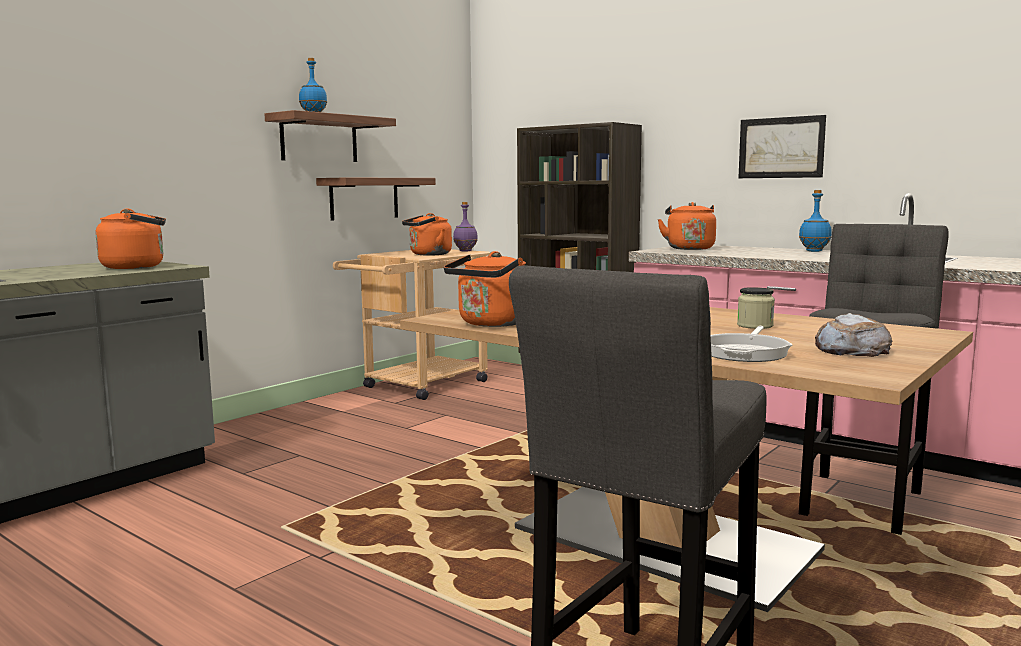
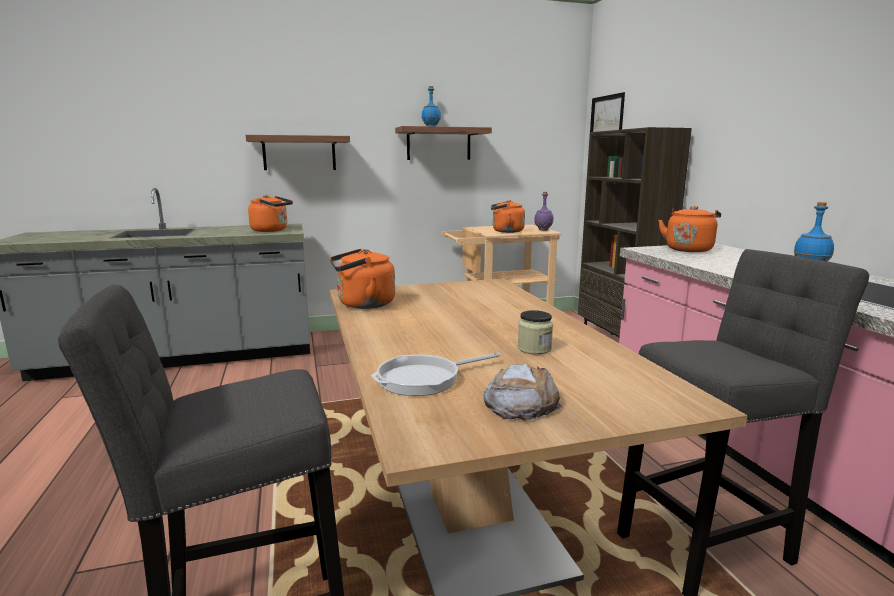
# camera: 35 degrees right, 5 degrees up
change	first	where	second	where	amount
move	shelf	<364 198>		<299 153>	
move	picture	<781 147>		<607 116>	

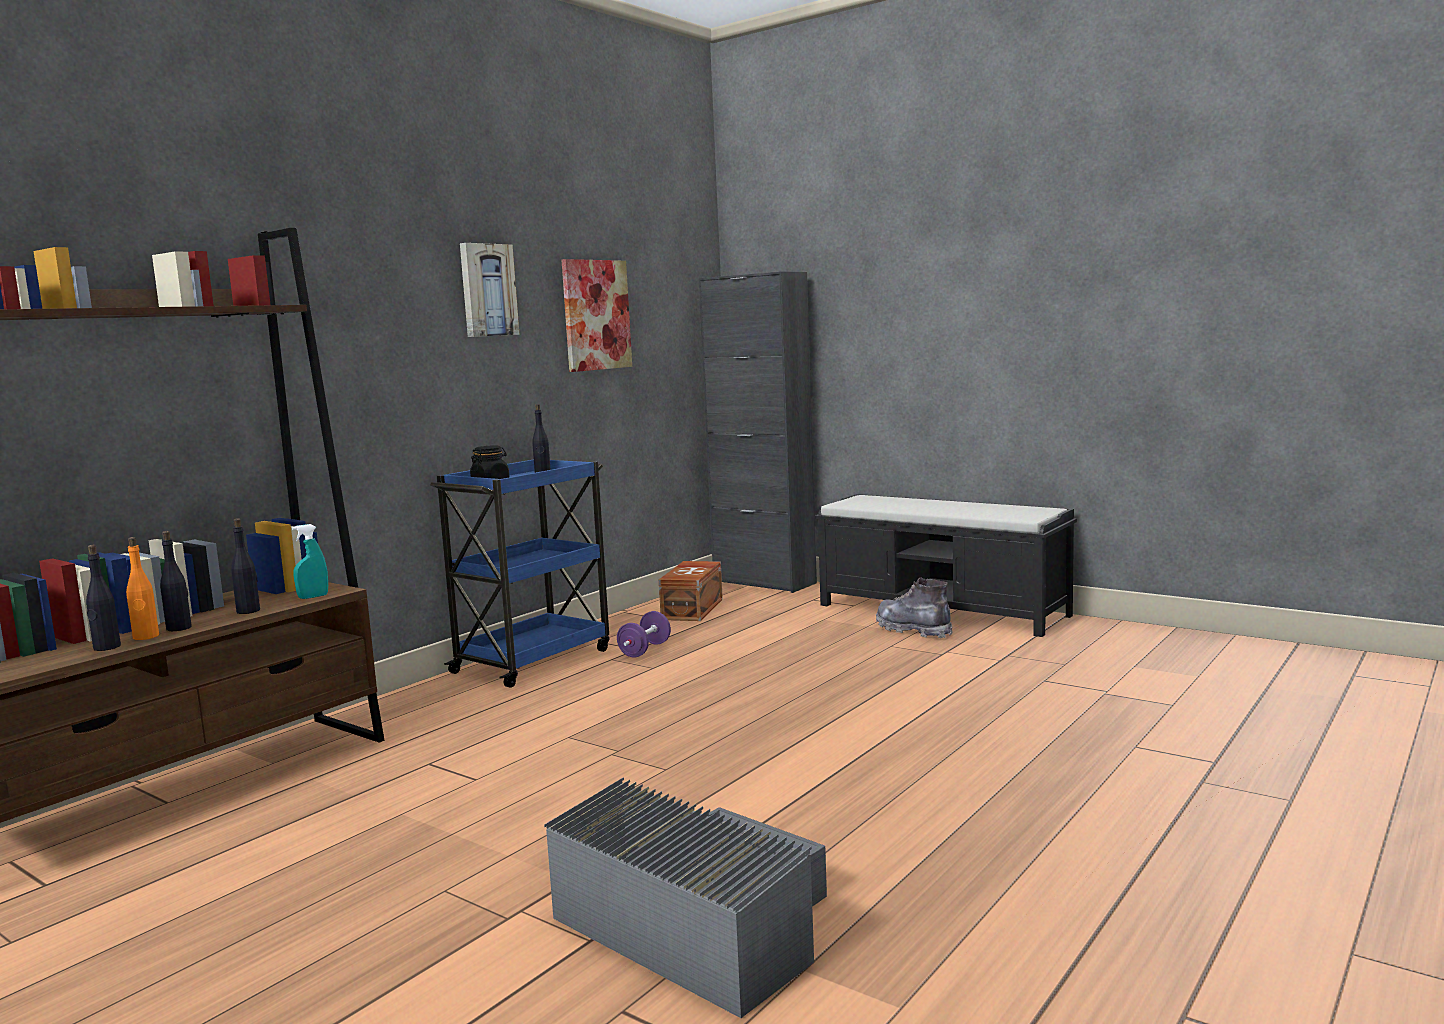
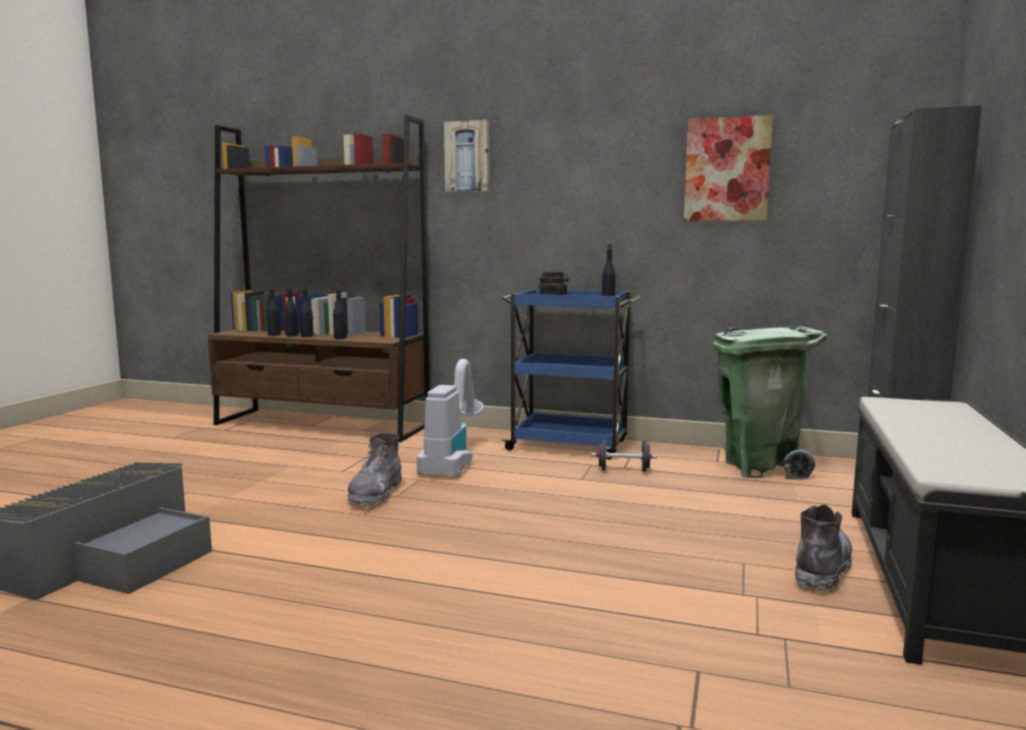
# camera: 70 degrees right, 0 degrees up
change	first	where	second	where	amount
recolor	bottle/orange	<146 637>	bottle/black	<291 335>	
insert			boot/grey	<375 495>	
insert			vacuum cleaner	<452 462>	
move	picture	<487 290>		<467 157>	
recolor	dumbbell/purple	<645 650>	dumbbell/black	<623 470>	
replace	storage box/brown	<694 609>	trash can/green	<760 468>	
delete	spray bottle/turquoise	<313 597>			

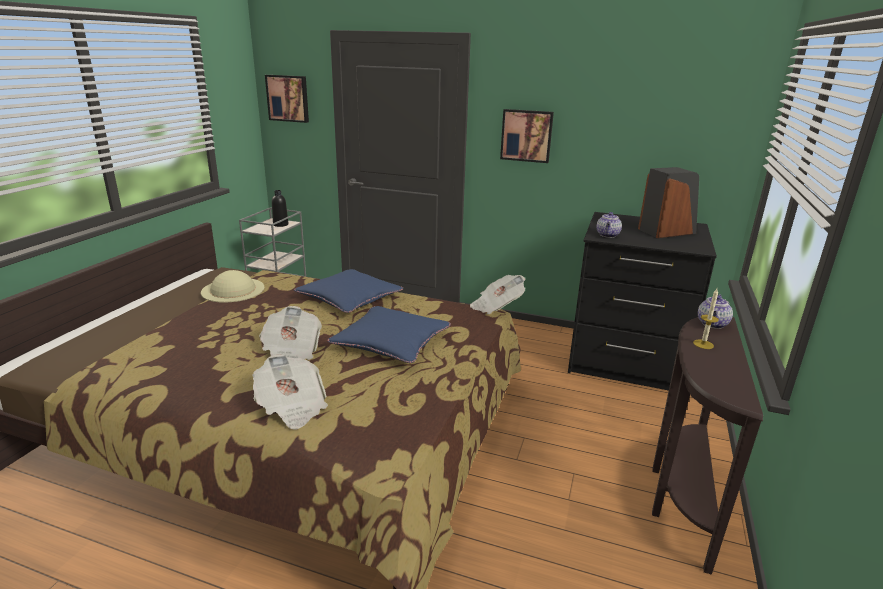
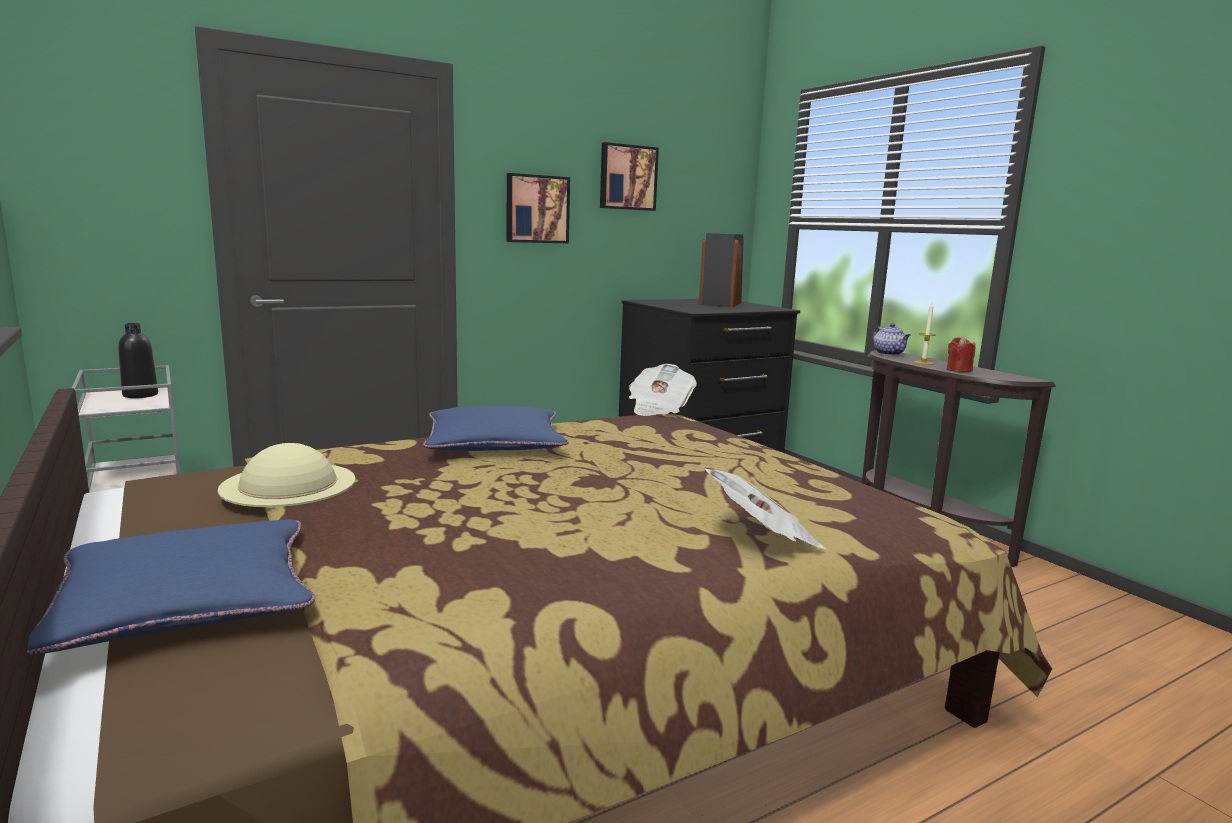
# camera: 50 degrees left, 10 degrees down
change	first	where	second	where	amount
move	pillow/blue	<391 342>		<187 601>	
move	picture	<288 98>		<627 177>	
insert			candle/red	<958 370>	
delete	newspaper	<291 352>			
delete	teapot	<608 235>			

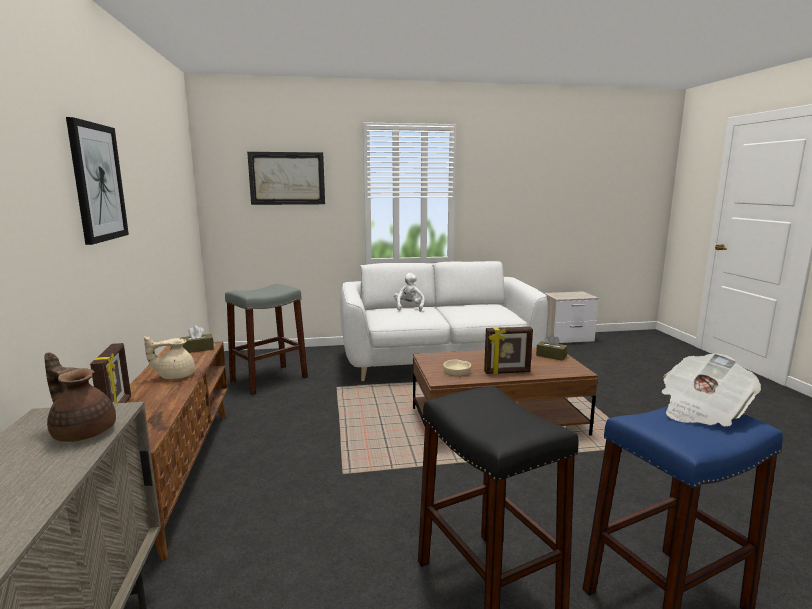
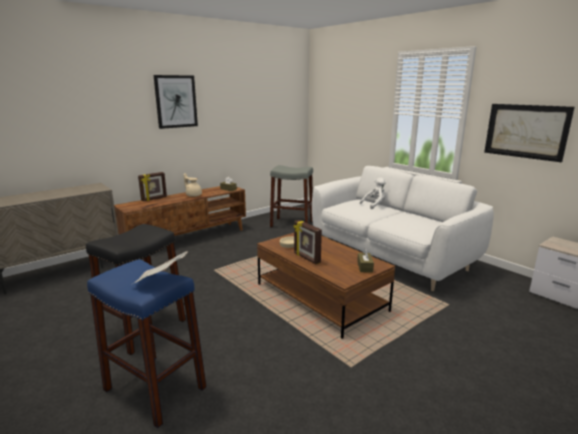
# camera: 60 degrees right, 5 degrees up
change	first	where	second	where	amount
move	picture	<287 178>		<526 131>	
delete	teapot/brown	<83 431>			

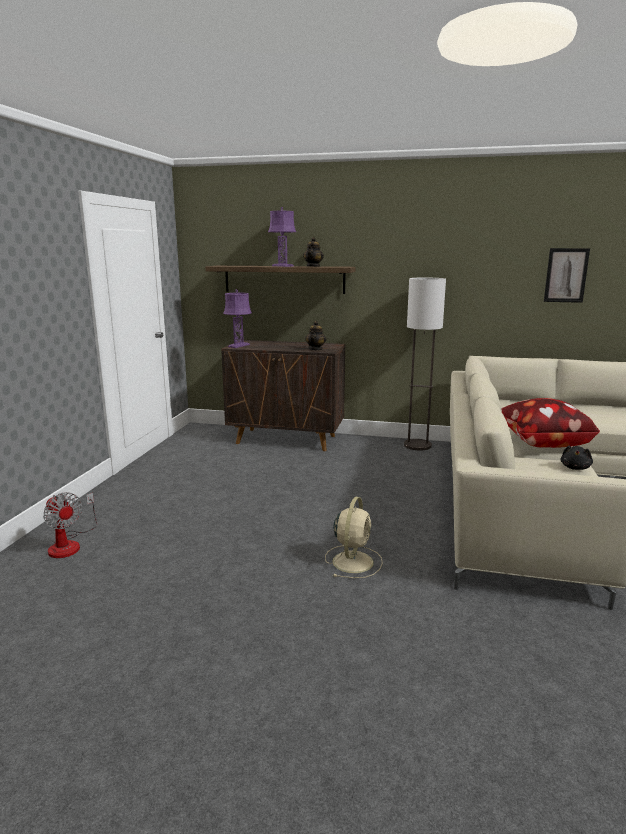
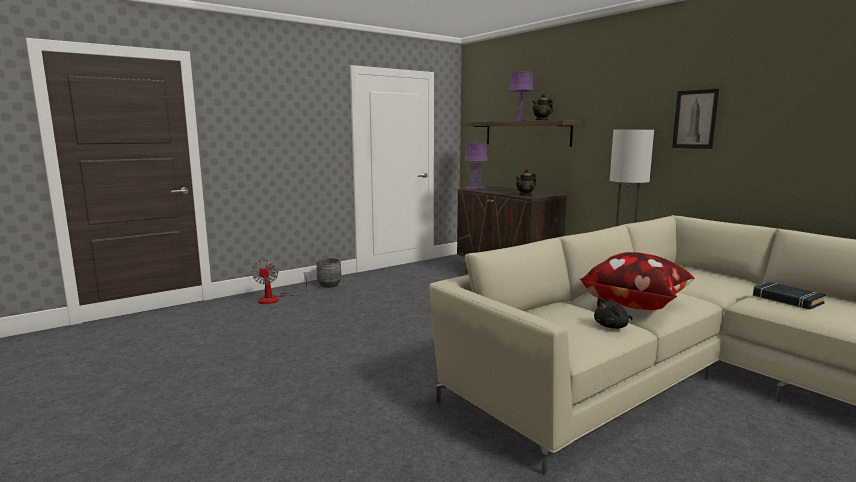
# camera: 40 degrees right, 5 degrees down
change	first	where	second	where	amount
insert			planter/grey	<329 285>	
move	picture	<566 275>		<695 119>	
insert			book/black	<787 299>	
delete	fan/beige	<353 561>			

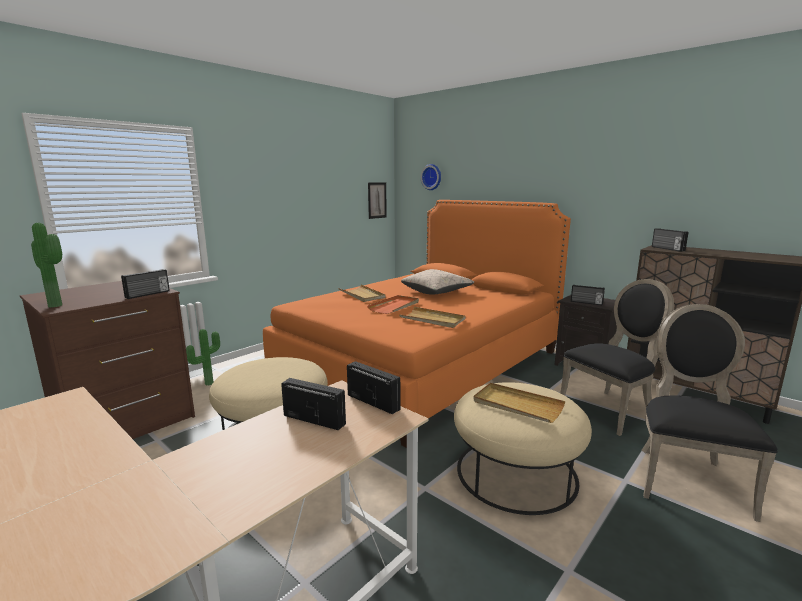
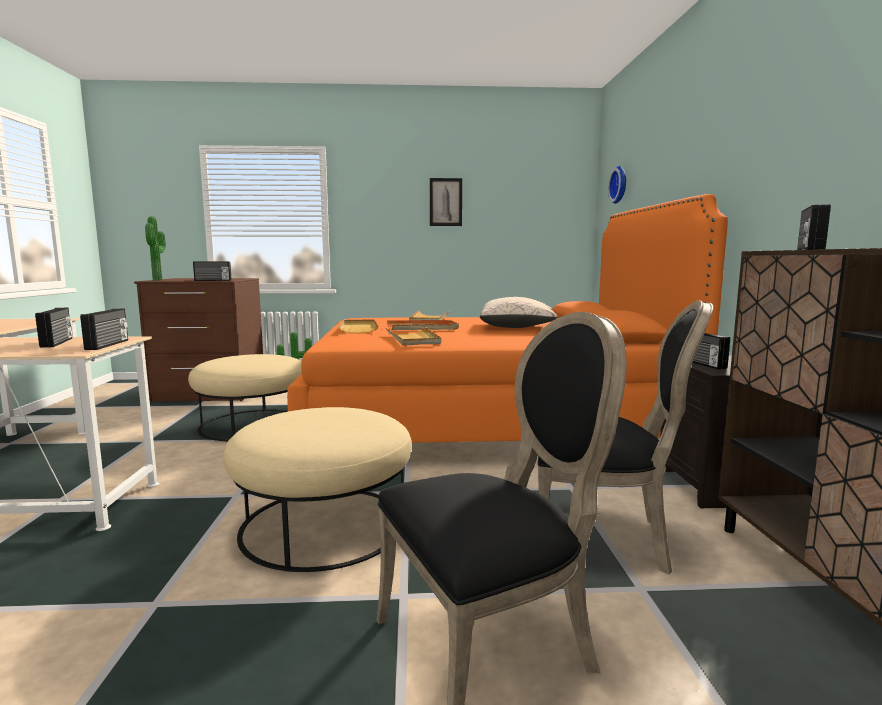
# camera: 45 degrees right, 5 degrees down
change	first	where	second	where	amount
move	tray/beige	<517 405>		<359 328>	
move	picture	<377 200>		<445 202>	

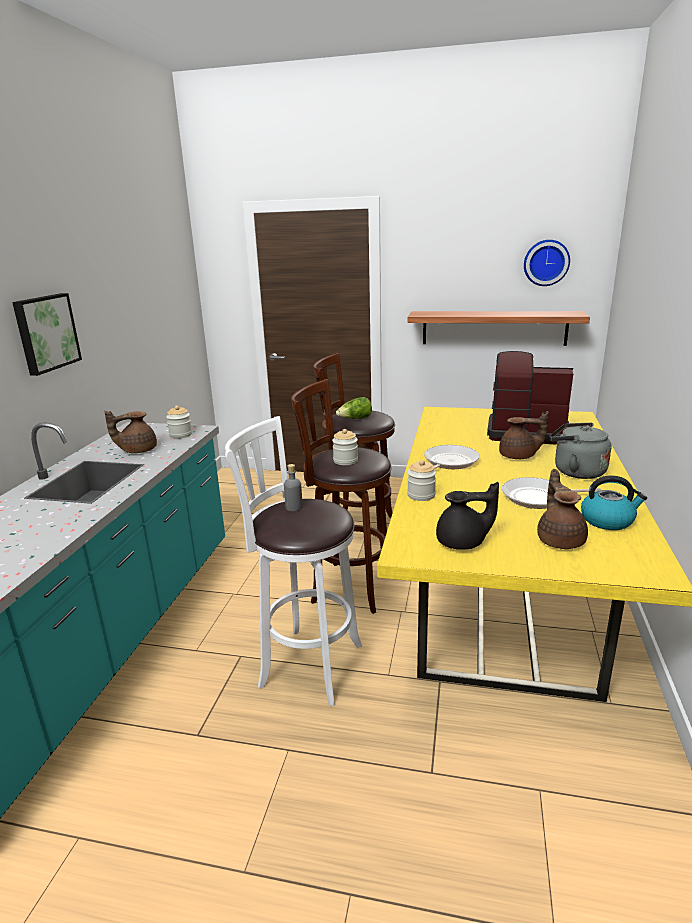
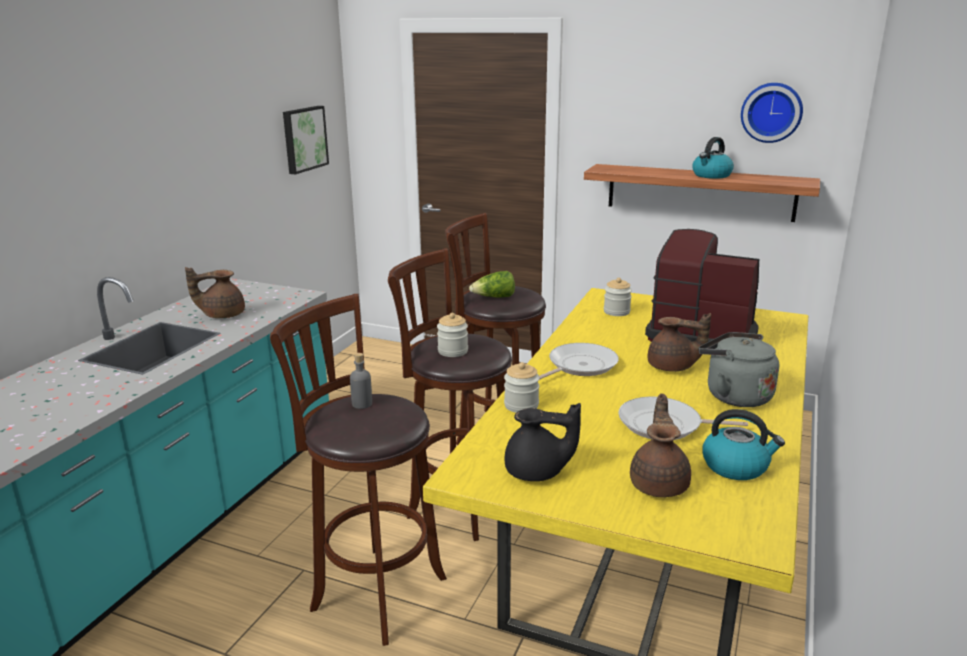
# camera: 10 degrees right, 0 degrees up
change	first	where	second	where	amount
recolor	stool/white	<306 664>	stool/brown	<373 590>	
move	picture	<45 333>		<303 139>	
move	jar	<181 435>		<616 312>	
insert			kettle	<711 175>	

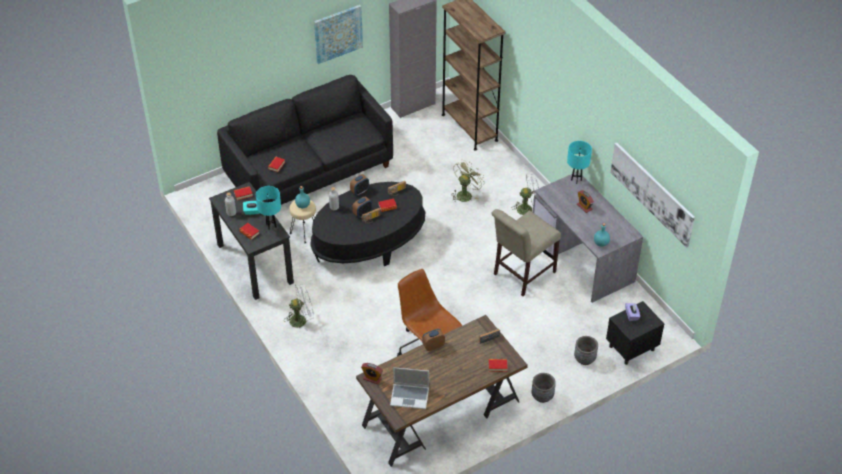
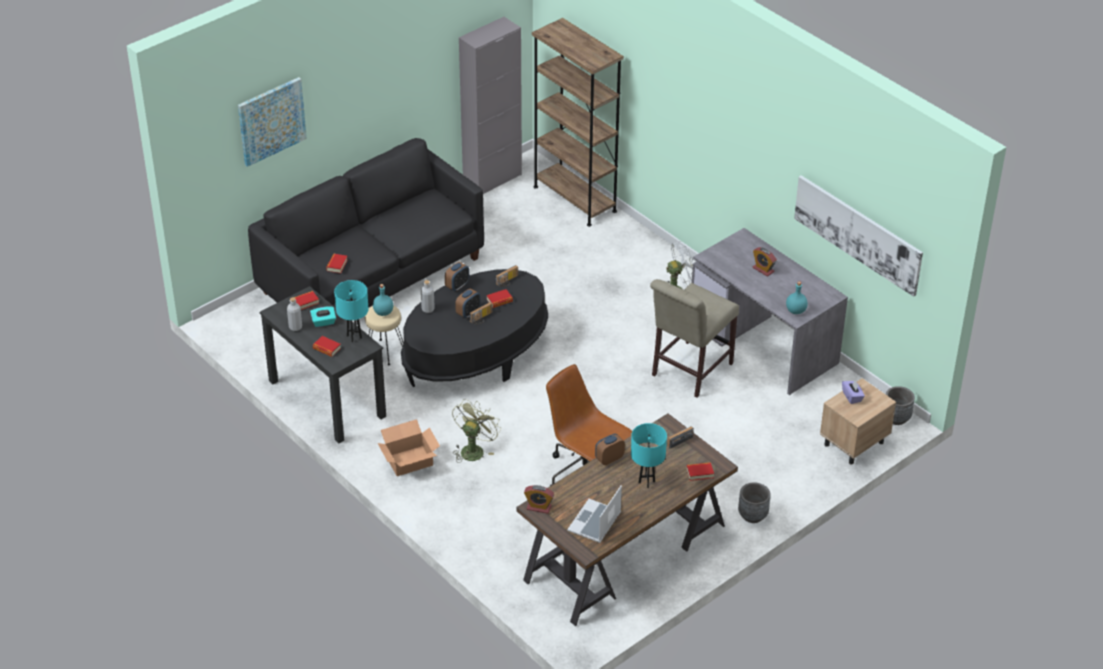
# camera: 10 degrees left, 5 degrees down
change	first	where	second	where	amount
move	picture	<338 33>		<271 121>	
replace	fan/white	<301 320>	cardboard box	<409 460>	
move	fan/green	<465 194>		<473 449>	
rotate	laptop	<410 396>		<595 523>	120 degrees clockwise
move	table lamp/turquoise	<576 180>		<646 482>	
recolor	nightstand/black	<631 348>	nightstand/beige	<853 444>	
move	planter/grey	<584 359>		<896 418>	

